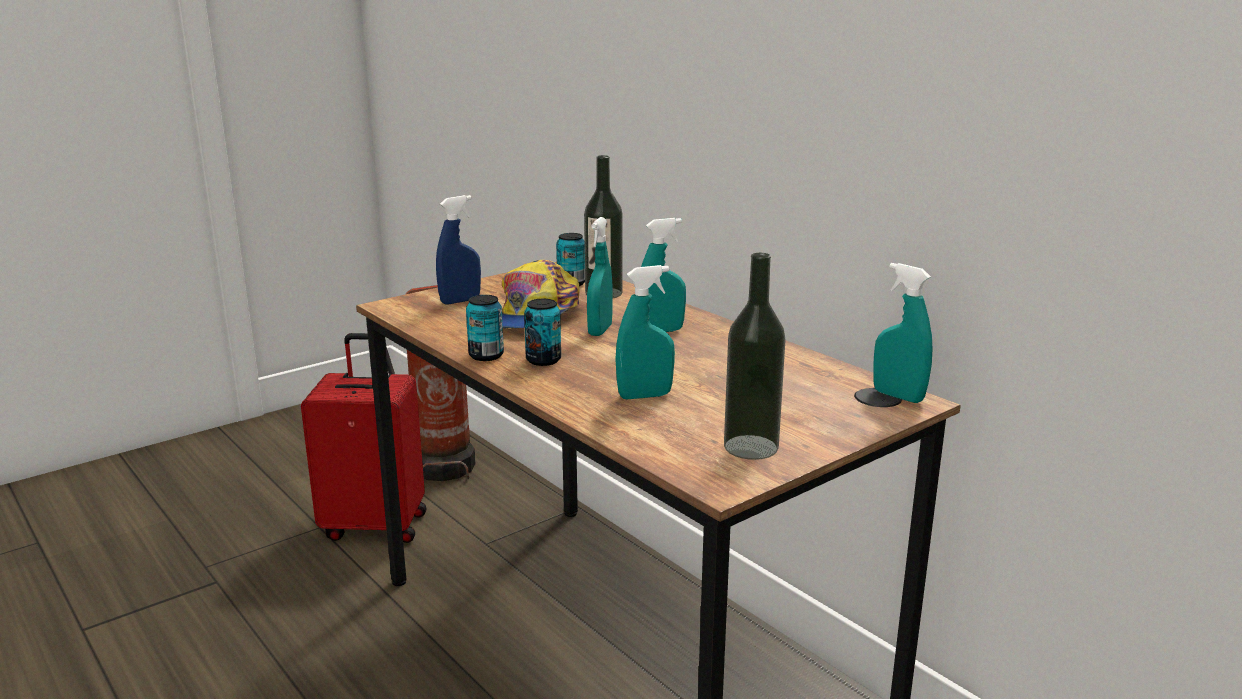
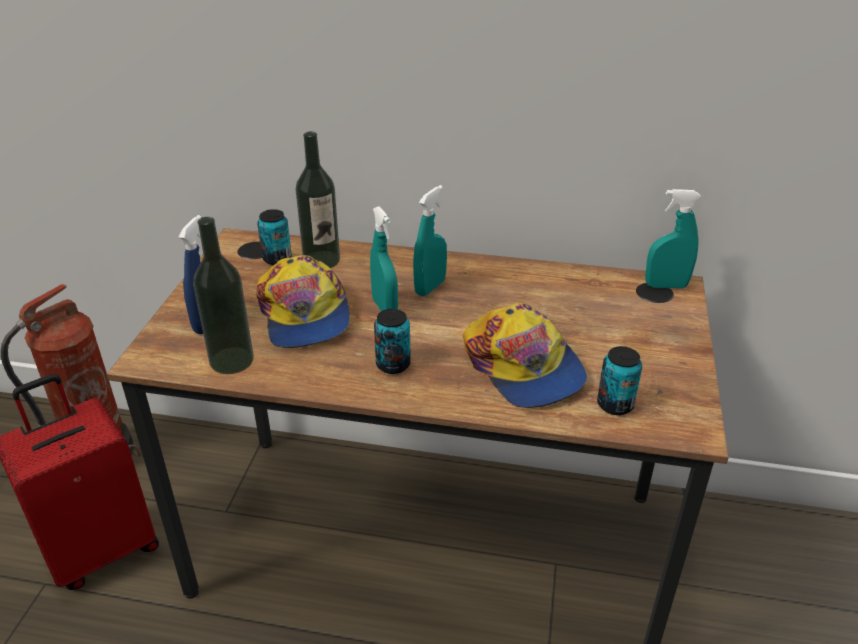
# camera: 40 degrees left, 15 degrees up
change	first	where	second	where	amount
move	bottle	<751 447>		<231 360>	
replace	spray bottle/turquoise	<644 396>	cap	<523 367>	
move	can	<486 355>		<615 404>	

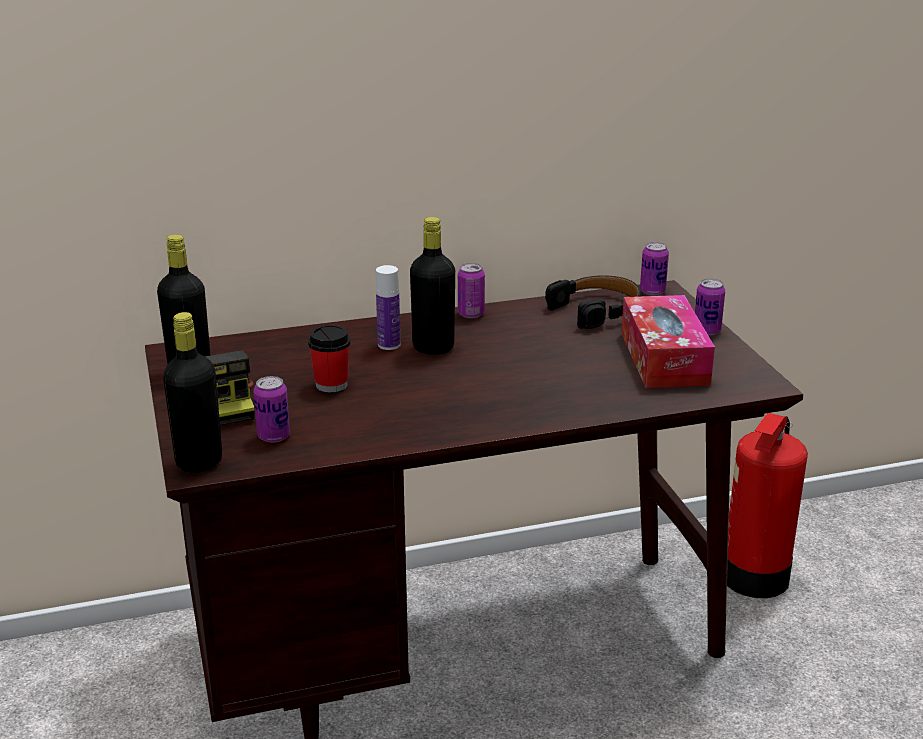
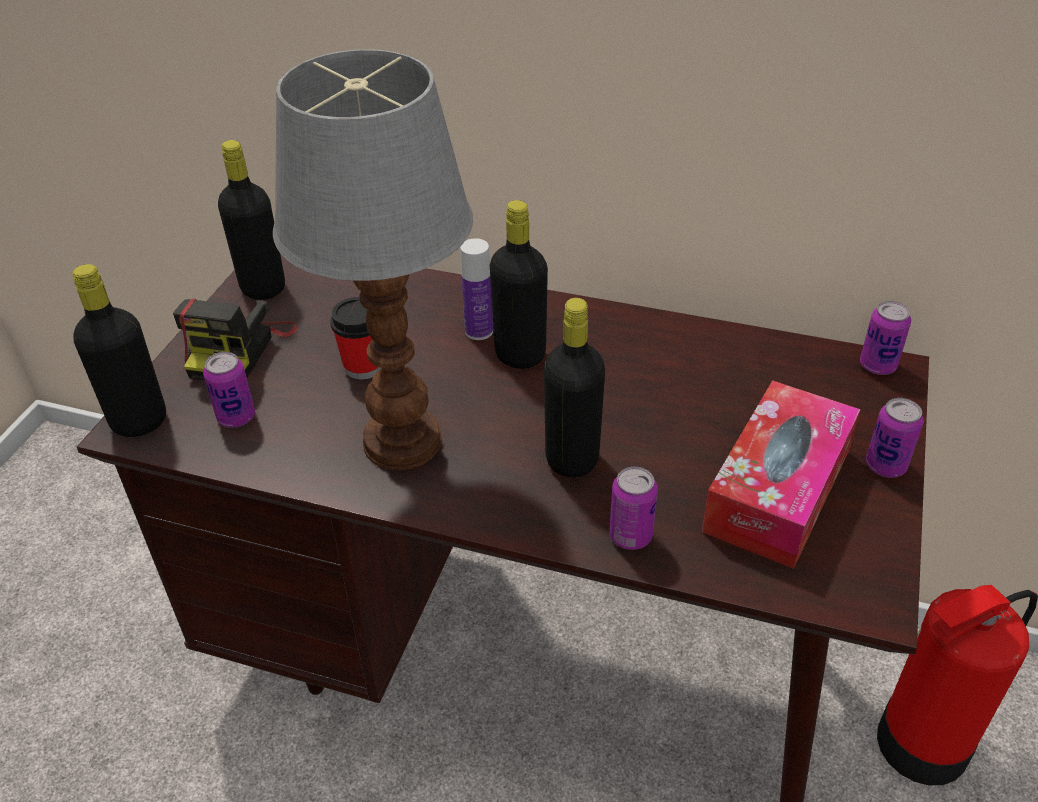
# camera: 35 degrees right, 15 degrees up
change	first	where	second	where	amount
insert			table lamp	<402 444>	
insert			bottle/black	<572 459>	
move	can	<471 314>		<630 536>	
delete	headphones/black	<597 310>			

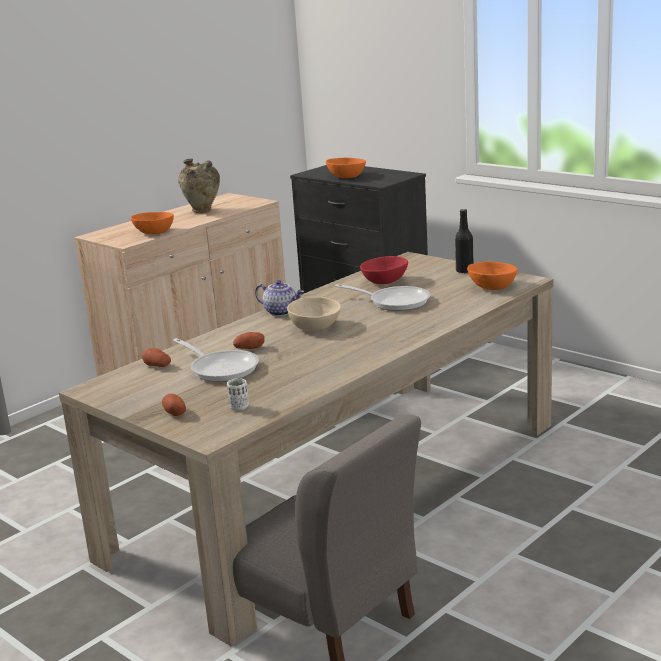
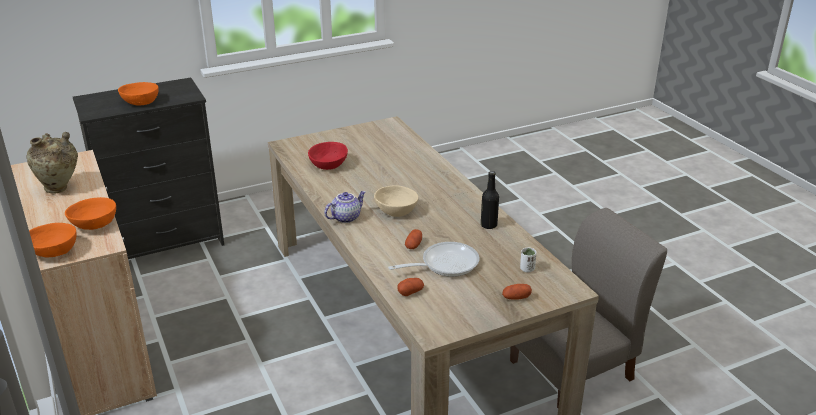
# camera: 70 degrees left, 10 degrees up
change	first	where	second	where	amount
move	bowl/orange	<492 287>		<54 252>	
move	bottle/black	<464 271>		<488 225>	
delete	frying pan	<394 302>			

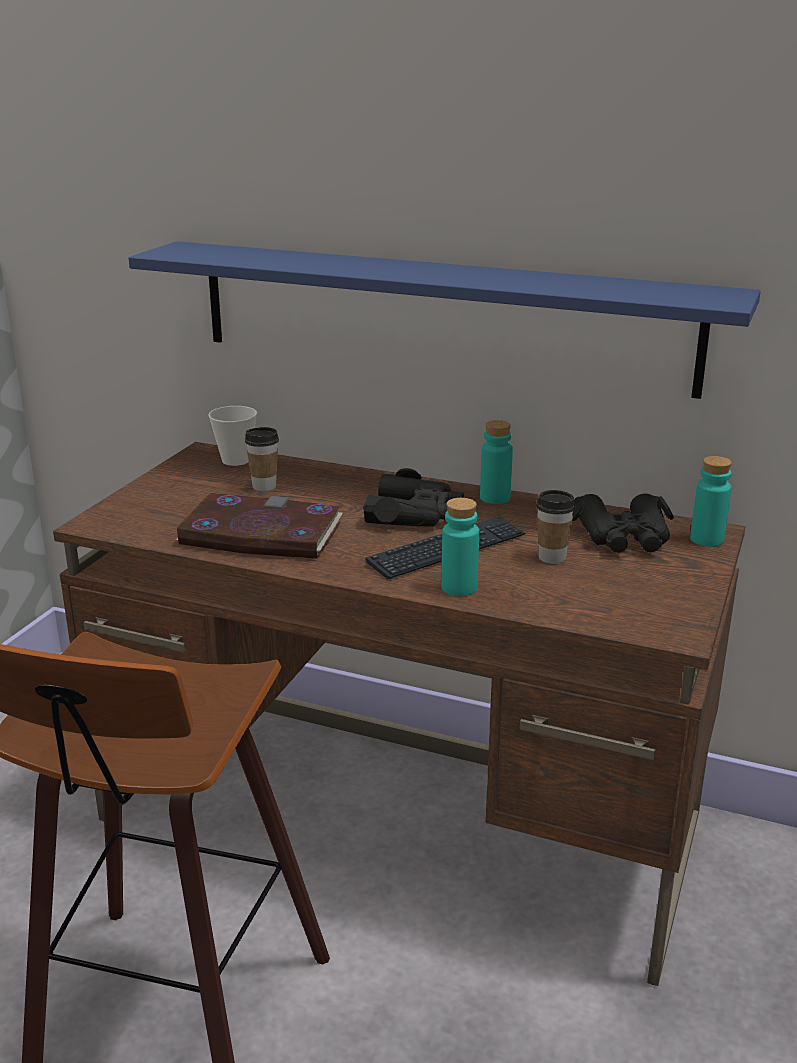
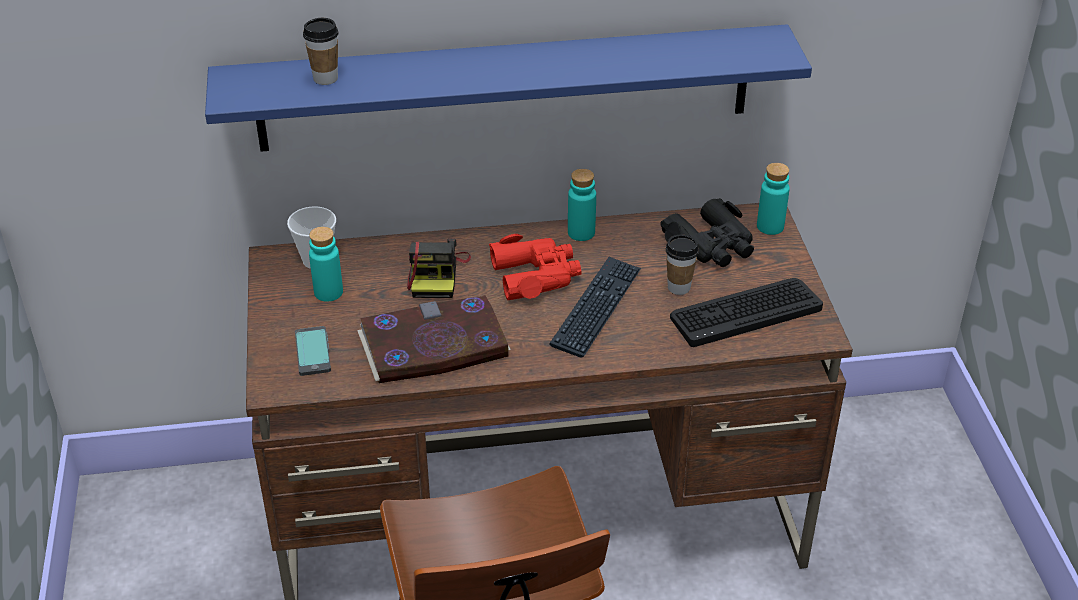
# camera: 30 degrees left, 15 degrees up
change	first	where	second	where	amount
insert			phone	<313 352>	
move	cup	<264 486>		<325 78>	
move	bottle/turquoise	<459 588>		<328 292>	
insert			photo camera	<436 275>	
recolor	binoculars/black	<415 514>	binoculars/red	<536 275>	
insert			keyboard	<745 312>	

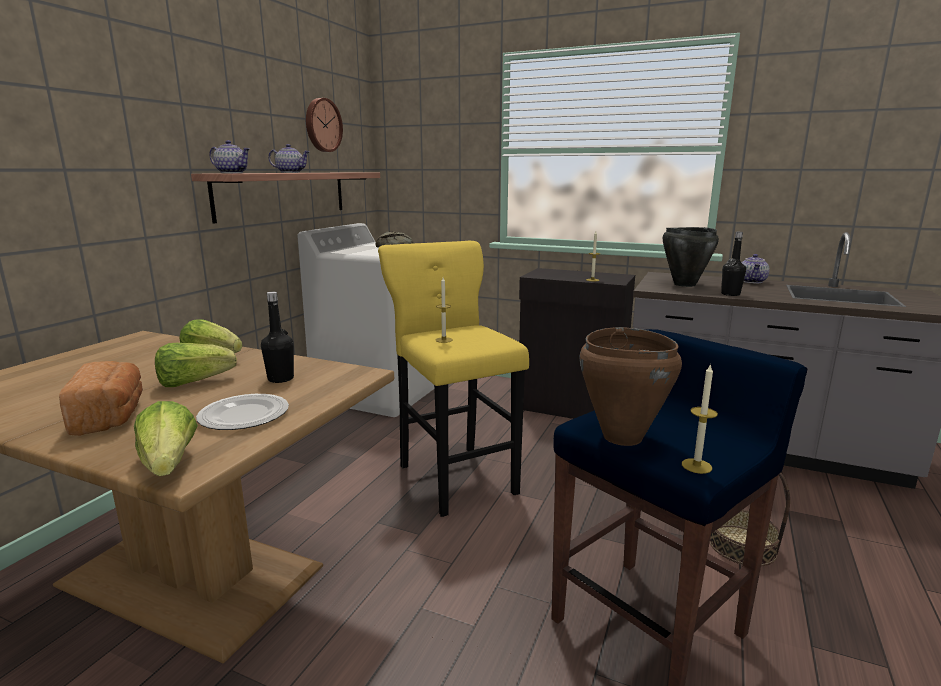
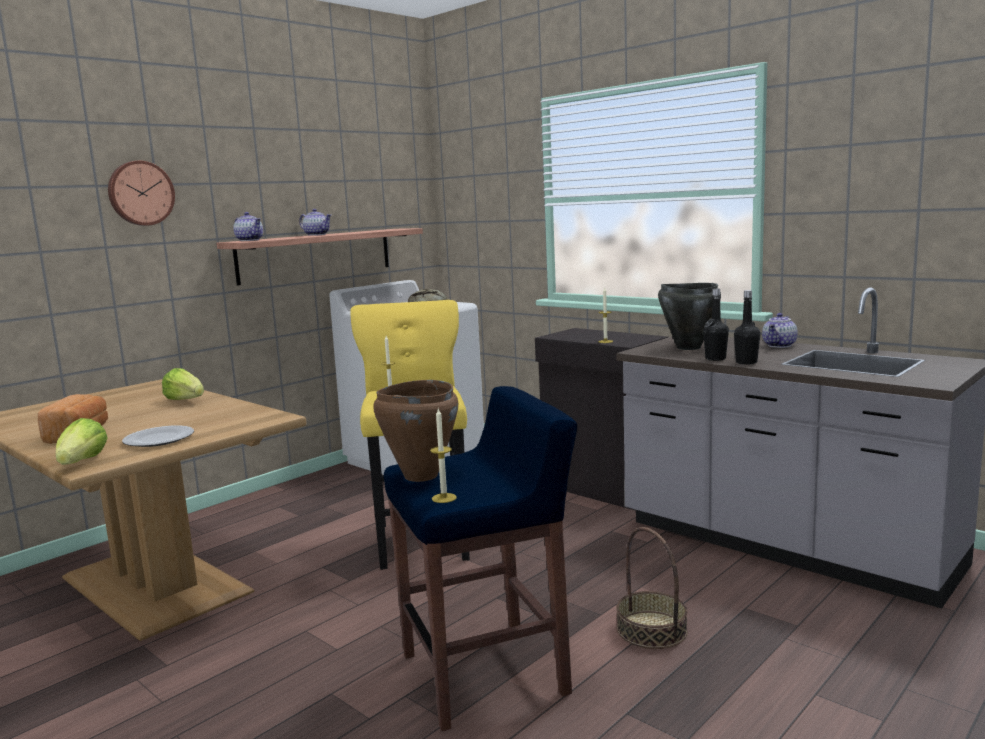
# camera: 20 degrees right, 5 degrees down
change	first	where	second	where	amount
move	wall clock	<322 125>		<140 193>	
move	bottle/black	<281 379>		<746 362>	
delete	lettuce	<194 382>			

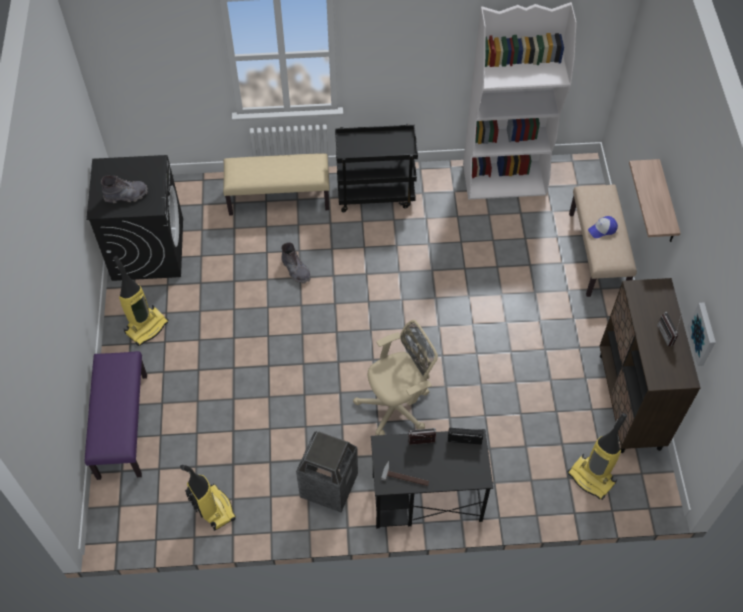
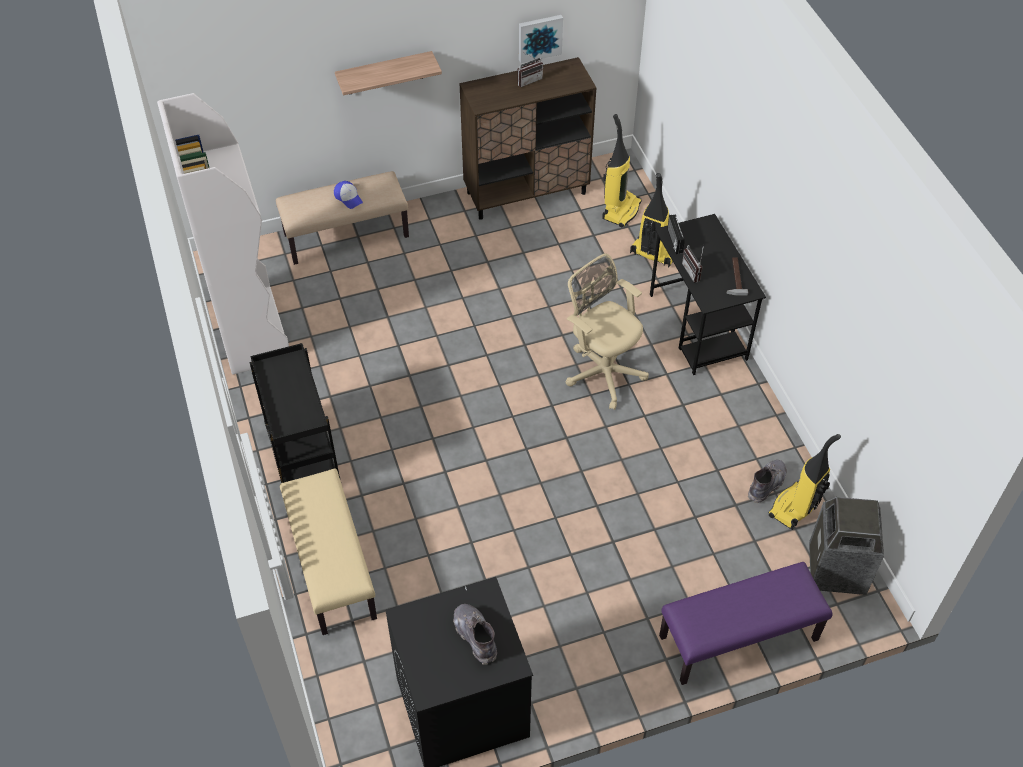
# camera: 105 degrees left, 5 degrees down
change	first	where	second	where	amount
move	vacuum cleaner	<146 327>		<653 254>	
move	boot/grey	<296 270>		<766 484>	
move	trash can	<328 486>		<837 570>	

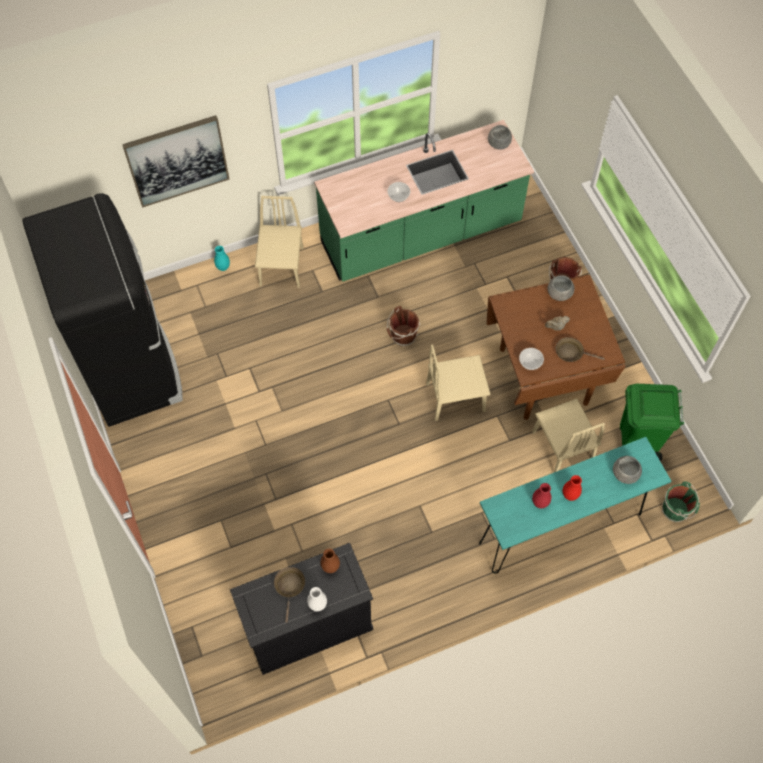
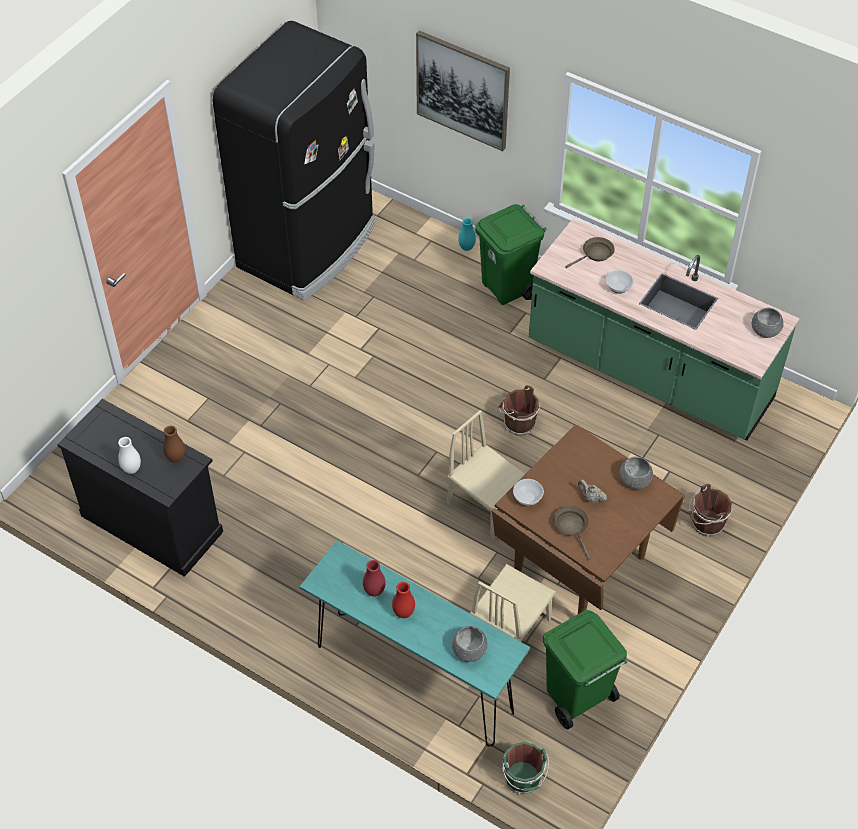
# camera: 55 degrees right, 10 degrees down
change	first	where	second	where	amount
replace	chair/beige	<281 266>	trash can/green	<508 288>	
move	frying pan/brown	<290 587>		<595 254>	

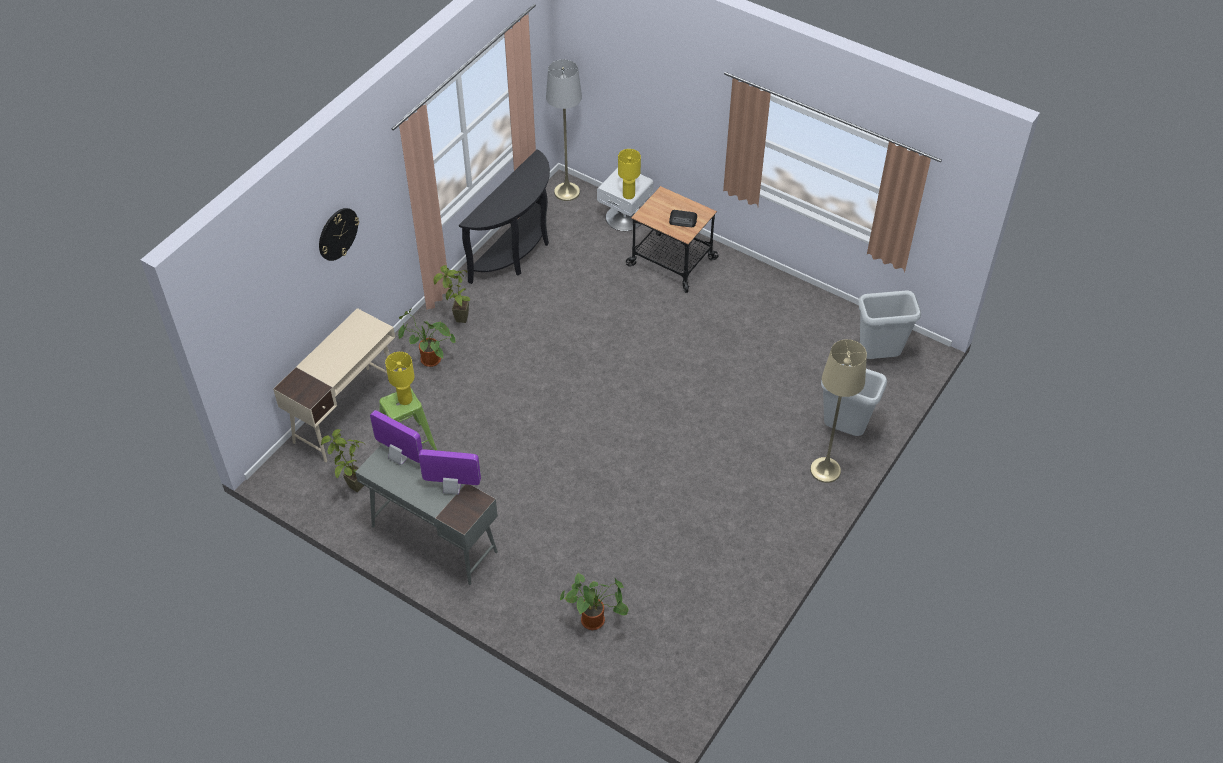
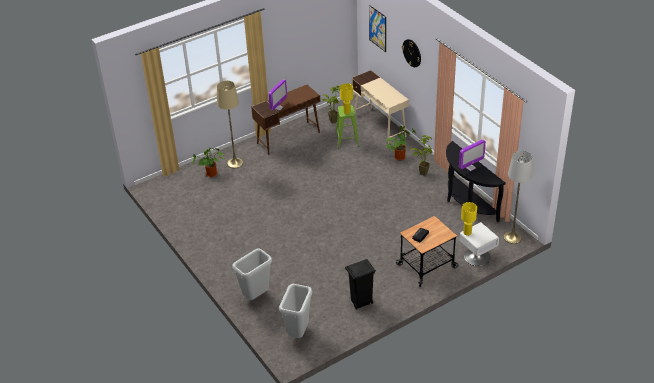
# camera: 115 degrees right, 10 degrees down
change	first	where	second	where	amount
move	floor lamp/beige	<825 470>		<235 163>	
recolor	desk/grey	<433 538>	desk/brown	<288 138>	
insert			trash can/black	<361 302>	
insert			picture	<378 28>	
move	monitor	<399 457>		<470 167>	

